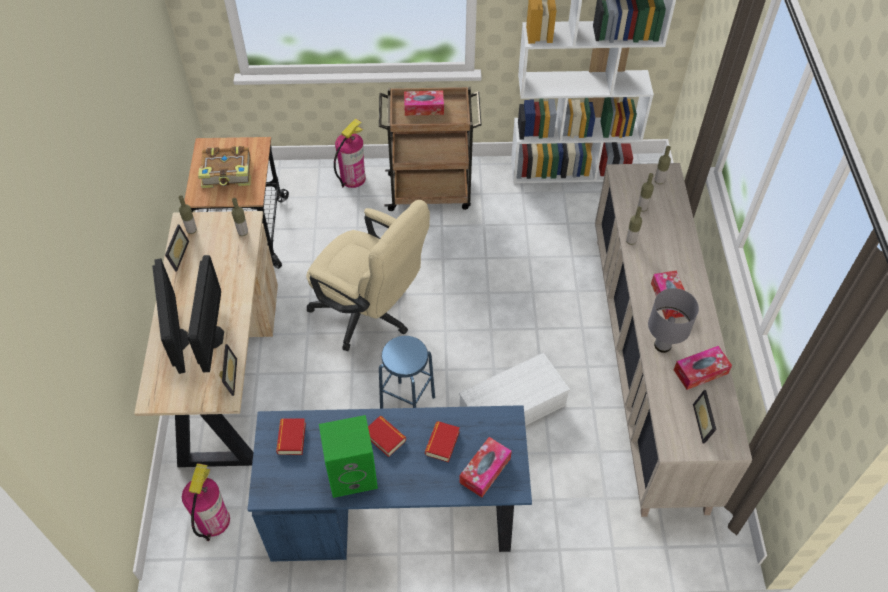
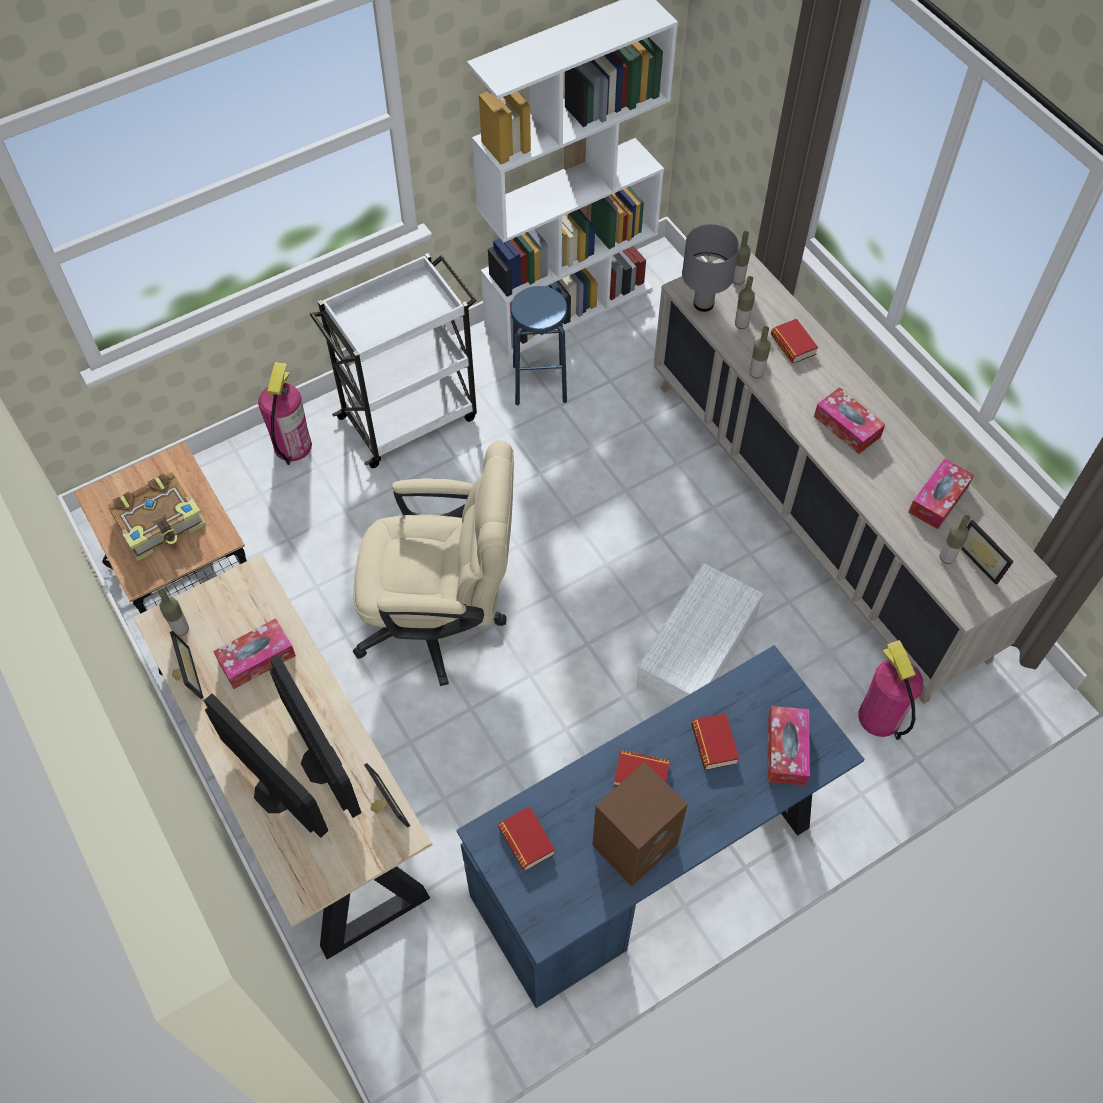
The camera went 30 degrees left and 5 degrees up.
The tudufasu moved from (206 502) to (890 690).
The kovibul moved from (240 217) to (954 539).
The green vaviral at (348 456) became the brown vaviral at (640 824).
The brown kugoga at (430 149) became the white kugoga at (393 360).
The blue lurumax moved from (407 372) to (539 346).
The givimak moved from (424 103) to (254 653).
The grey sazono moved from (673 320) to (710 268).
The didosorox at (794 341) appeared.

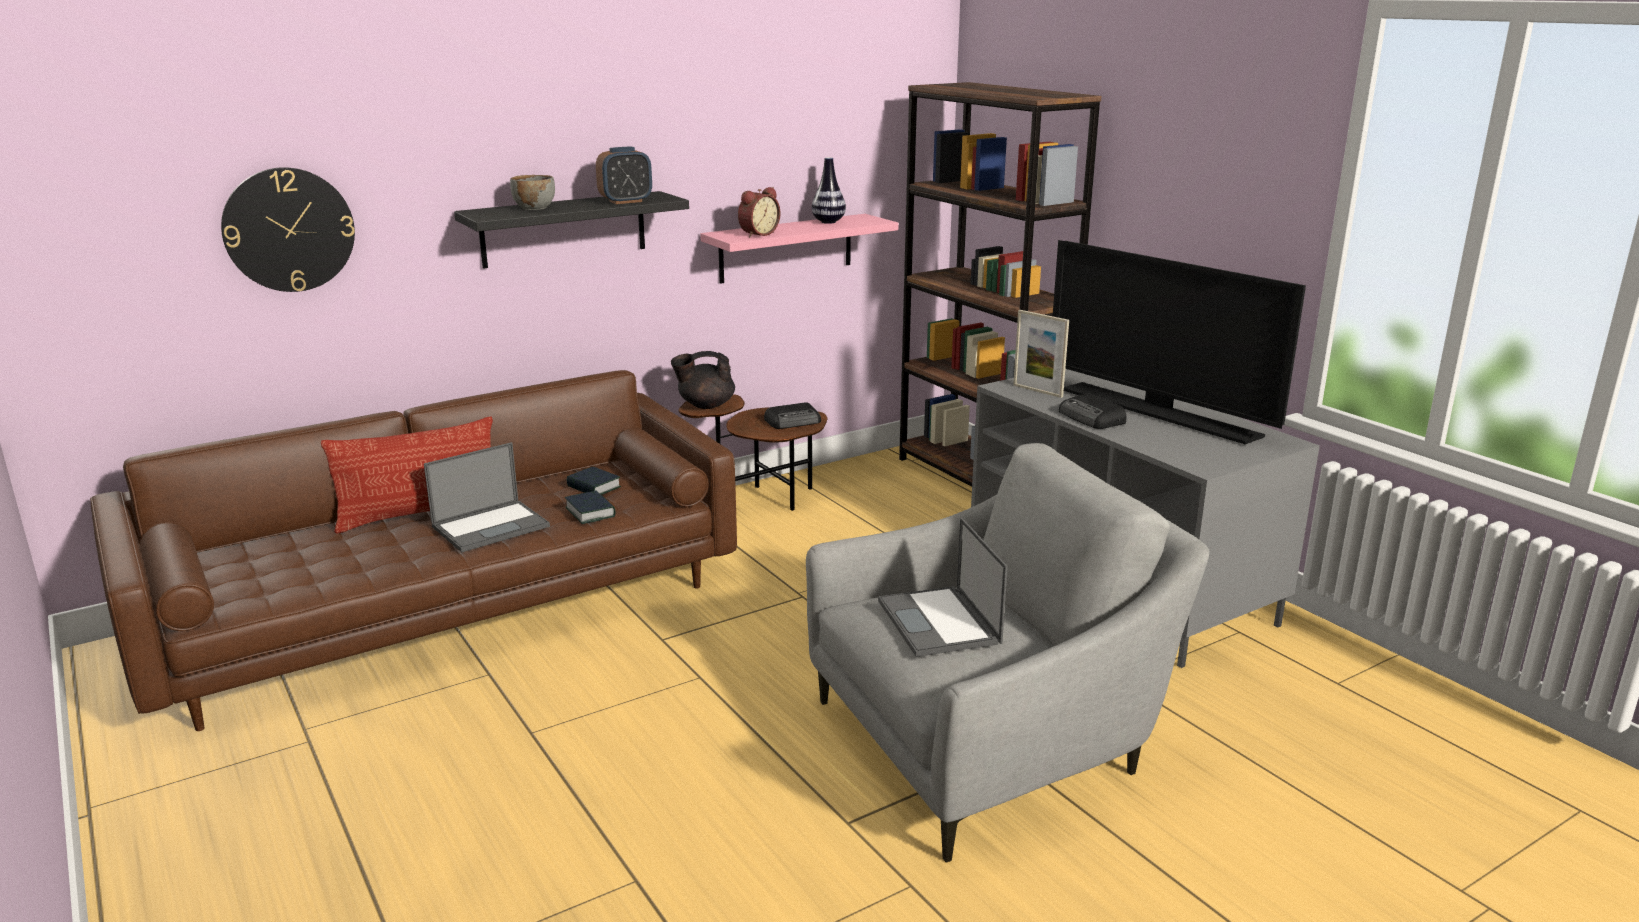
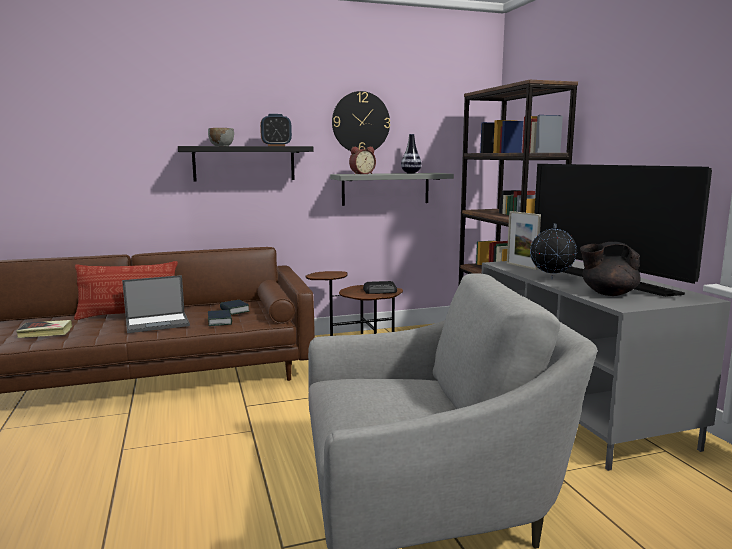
The camera went 15 degrees right and 10 degrees down.
The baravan moved from (288 229) to (361 121).
The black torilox moved from (703 380) to (610 269).
The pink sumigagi at (799 249) became the grey sumigagi at (392 189).
The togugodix at (943 587) disappeared.
The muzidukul at (1092 411) was replaced by the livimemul at (553 251).
The didosorox at (44 329) appeared.

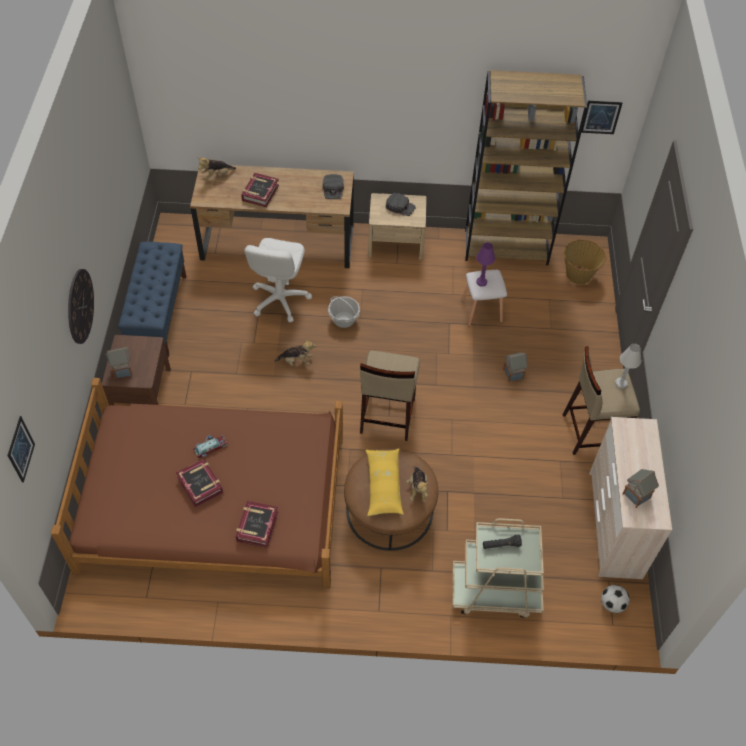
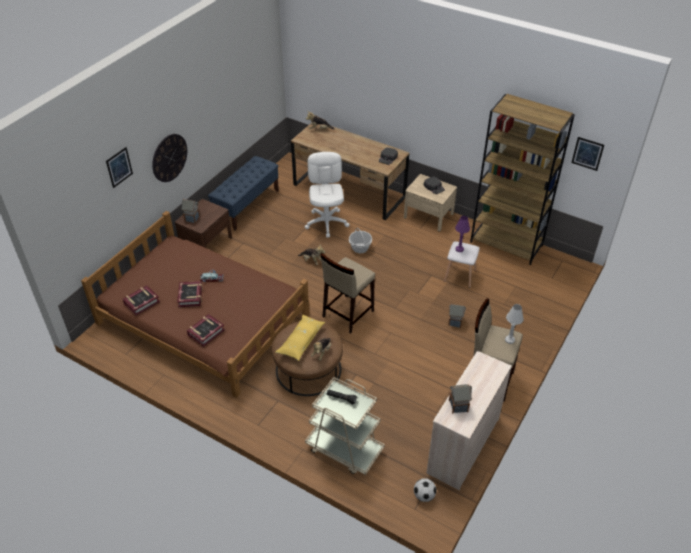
The camera went 30 degrees right and 10 degrees down.
The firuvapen moved from (21 449) to (119 167).
The didosorox moved from (260 190) to (141 300).
The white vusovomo at (278 280) turned 135 degrees clockwise.
The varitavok at (585 261) disappeared.

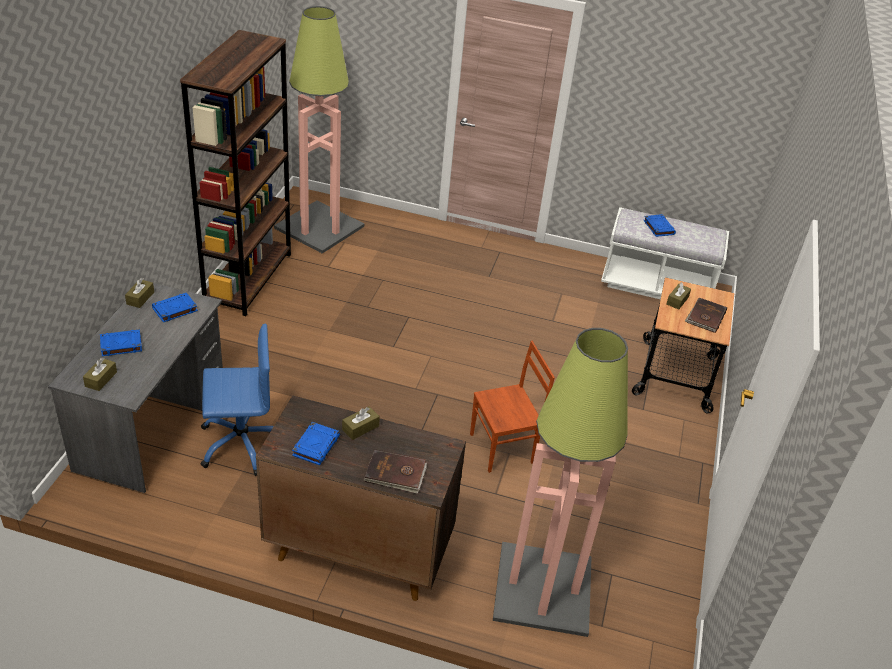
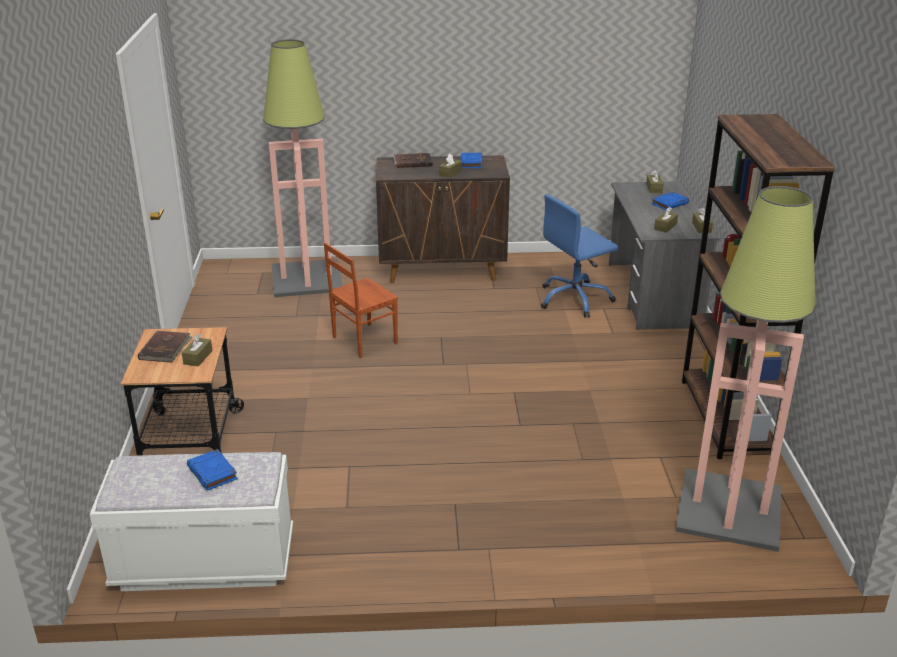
The camera went 165 degrees right and 10 degrees down.
The blue didosorox at (175 307) was replaced by the brown givimak at (666 220).

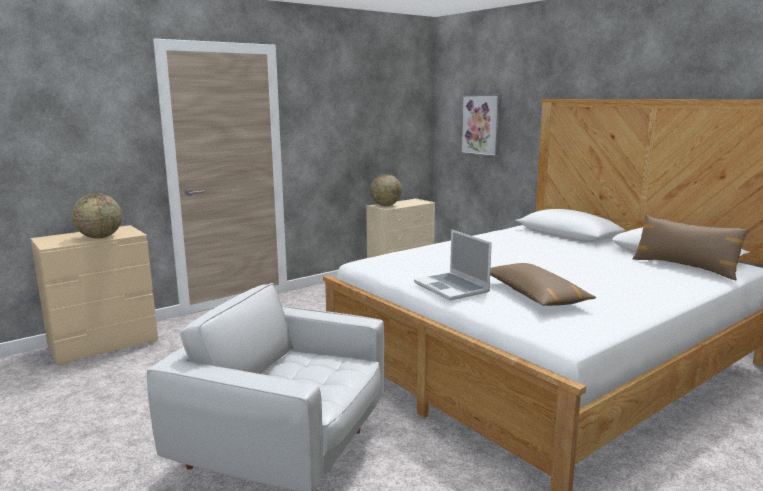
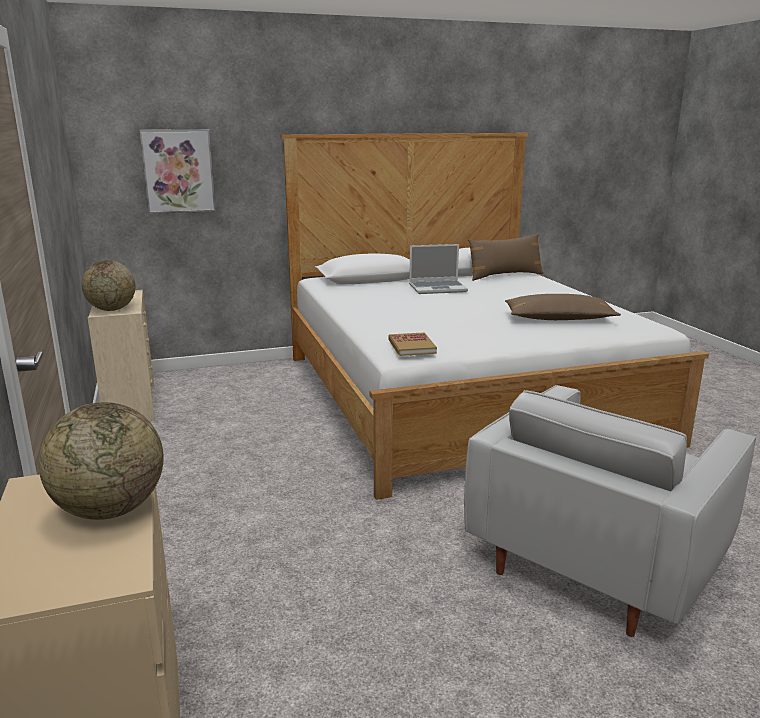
The camera went 70 degrees left and 5 degrees up.
The togugodix moved from (453 265) to (438 269).
The didosorox at (413 344) appeared.

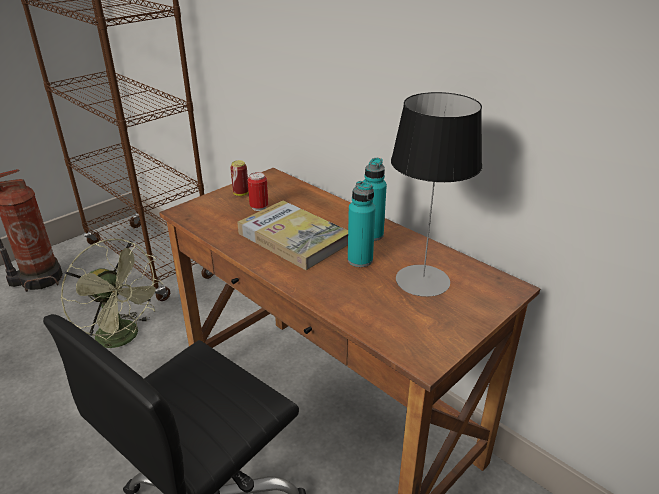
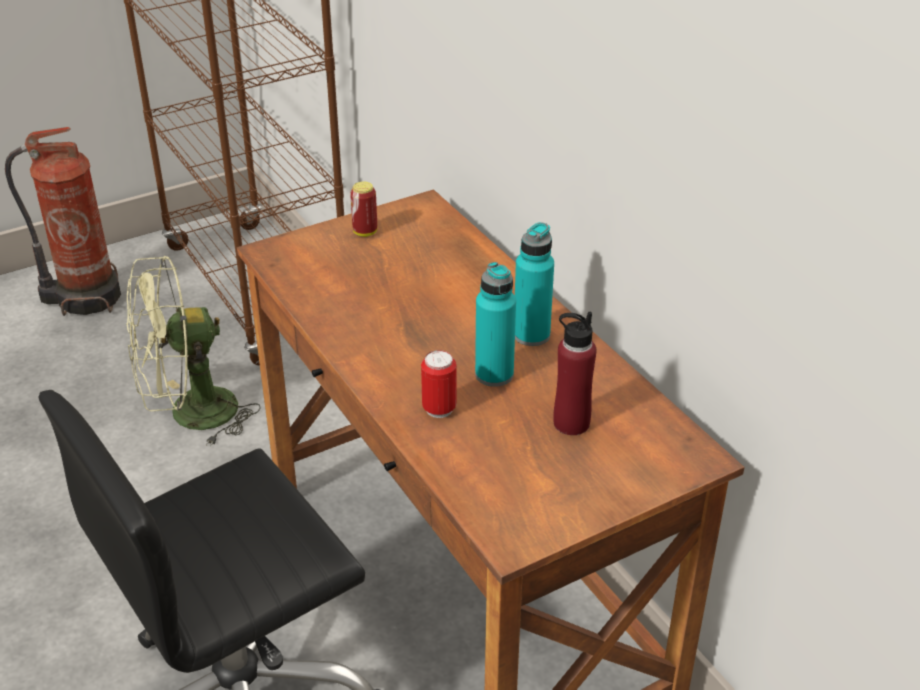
The camera went 15 degrees right and 5 degrees up.
The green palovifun at (112 293) turned 105 degrees clockwise.
The didosorox at (292 235) disappeared.
The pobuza moved from (258 191) to (438 384).
The sazono at (436 194) was replaced by the red kovibul at (575 373).

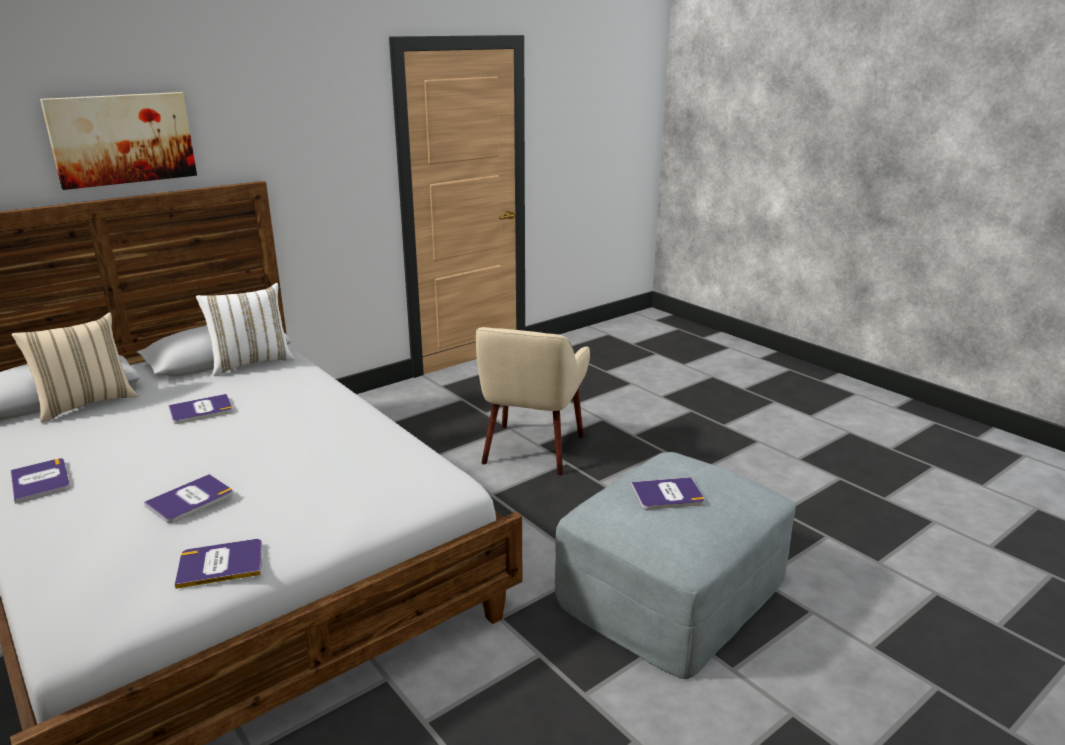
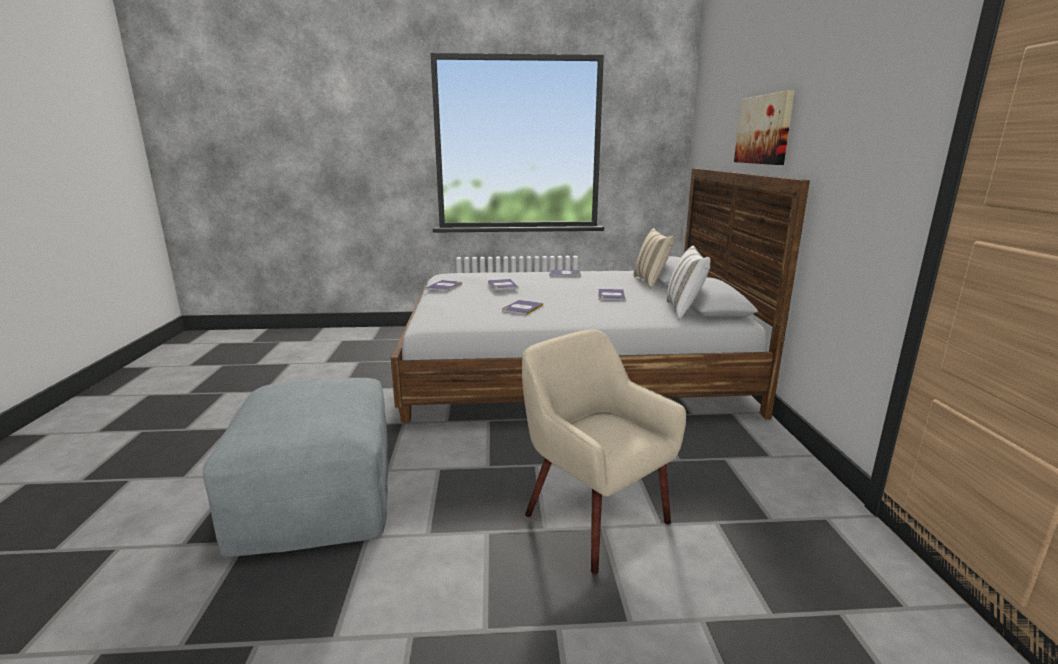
The camera went 125 degrees right and 5 degrees down.
The didosorox moved from (668 493) to (522 307).

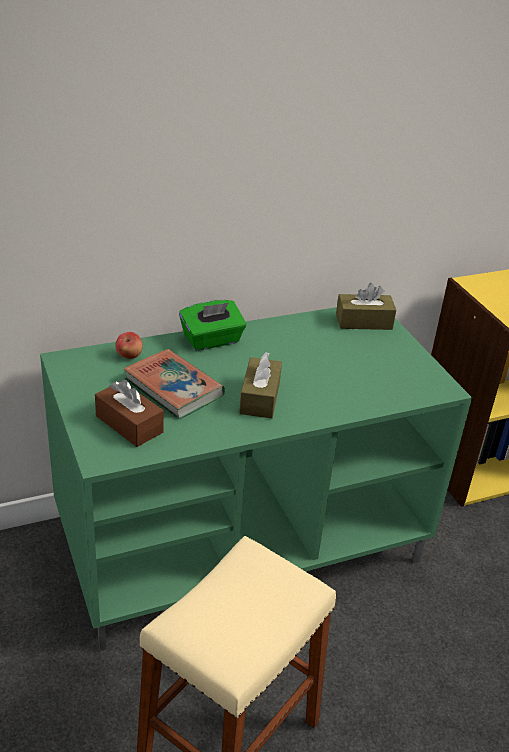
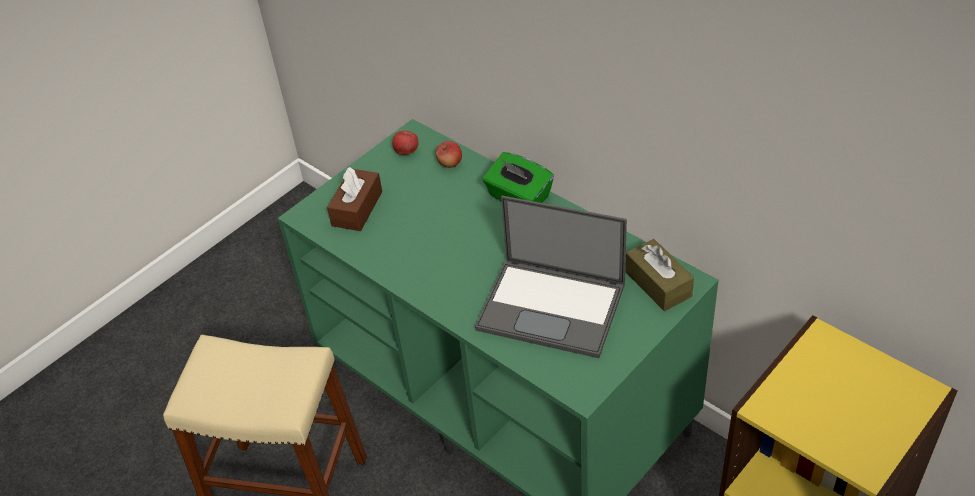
The camera went 70 degrees right and 10 degrees up.
The didosorox at (174 384) disappeared.
The brown givimak at (260 385) disappeared.
The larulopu at (405 142) appeared.
The togugodix at (551 277) appeared.

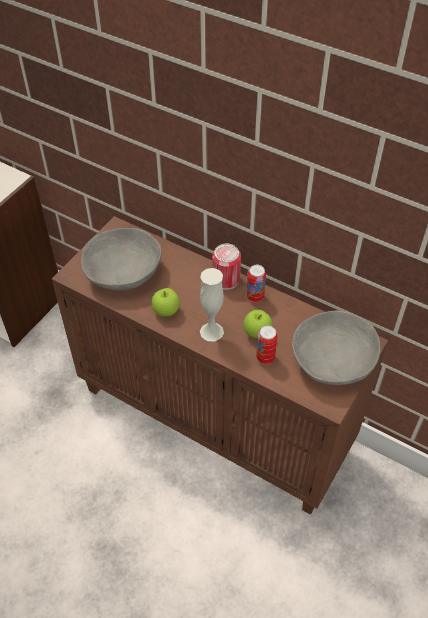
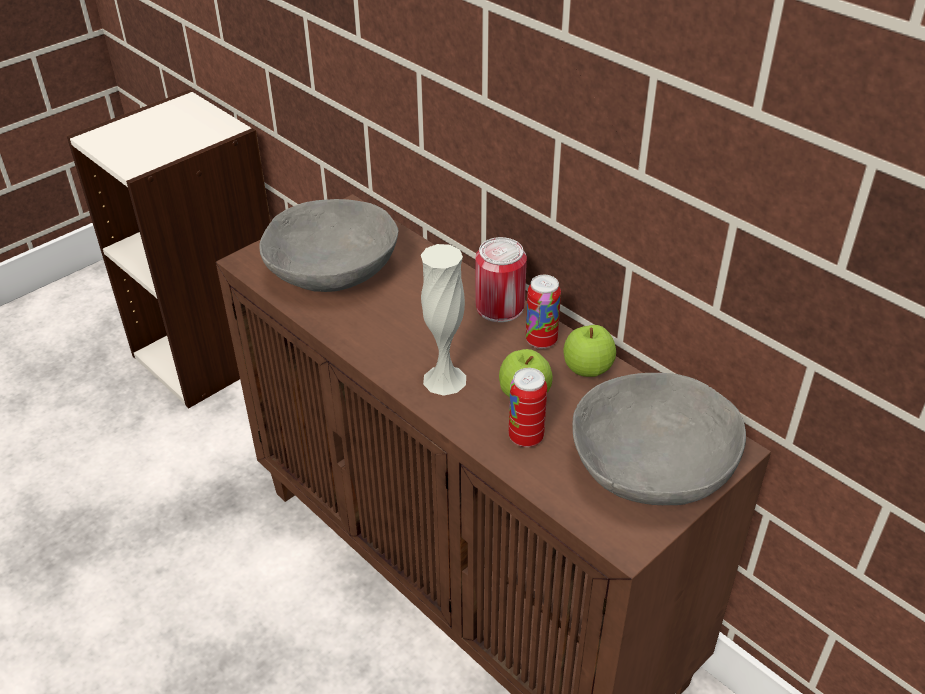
The camera went 15 degrees right and 10 degrees down.
The larulopu moved from (165 302) to (589 351).

